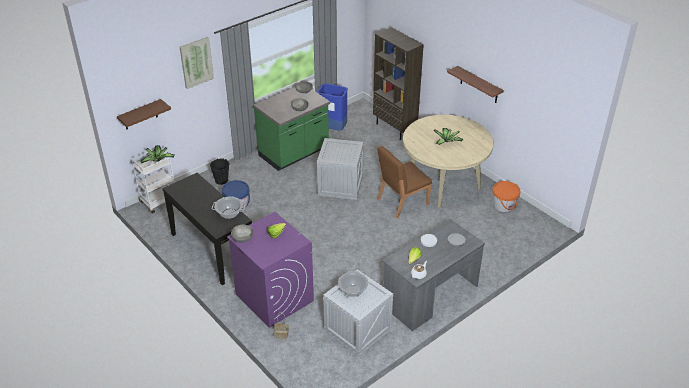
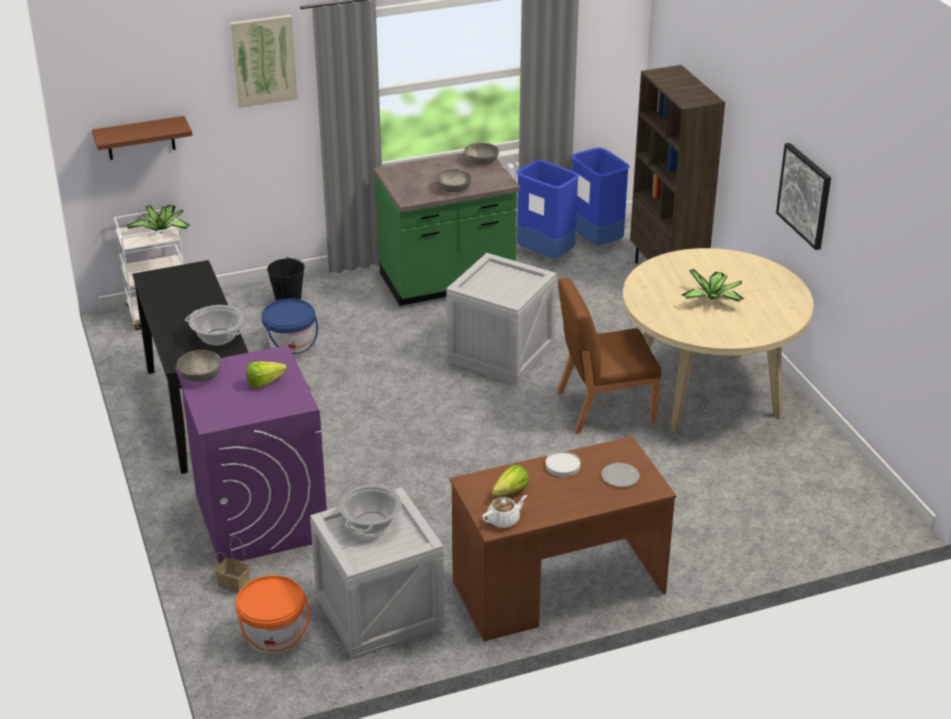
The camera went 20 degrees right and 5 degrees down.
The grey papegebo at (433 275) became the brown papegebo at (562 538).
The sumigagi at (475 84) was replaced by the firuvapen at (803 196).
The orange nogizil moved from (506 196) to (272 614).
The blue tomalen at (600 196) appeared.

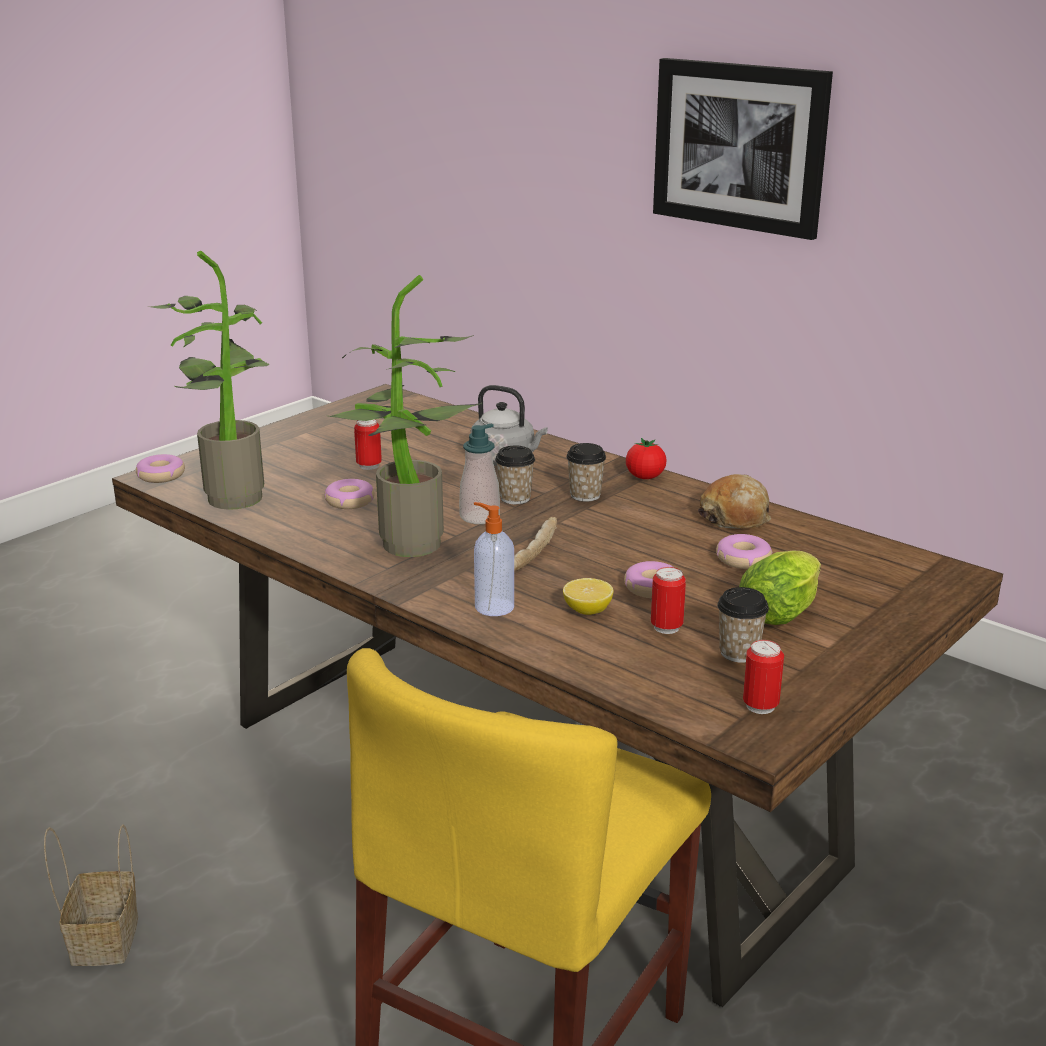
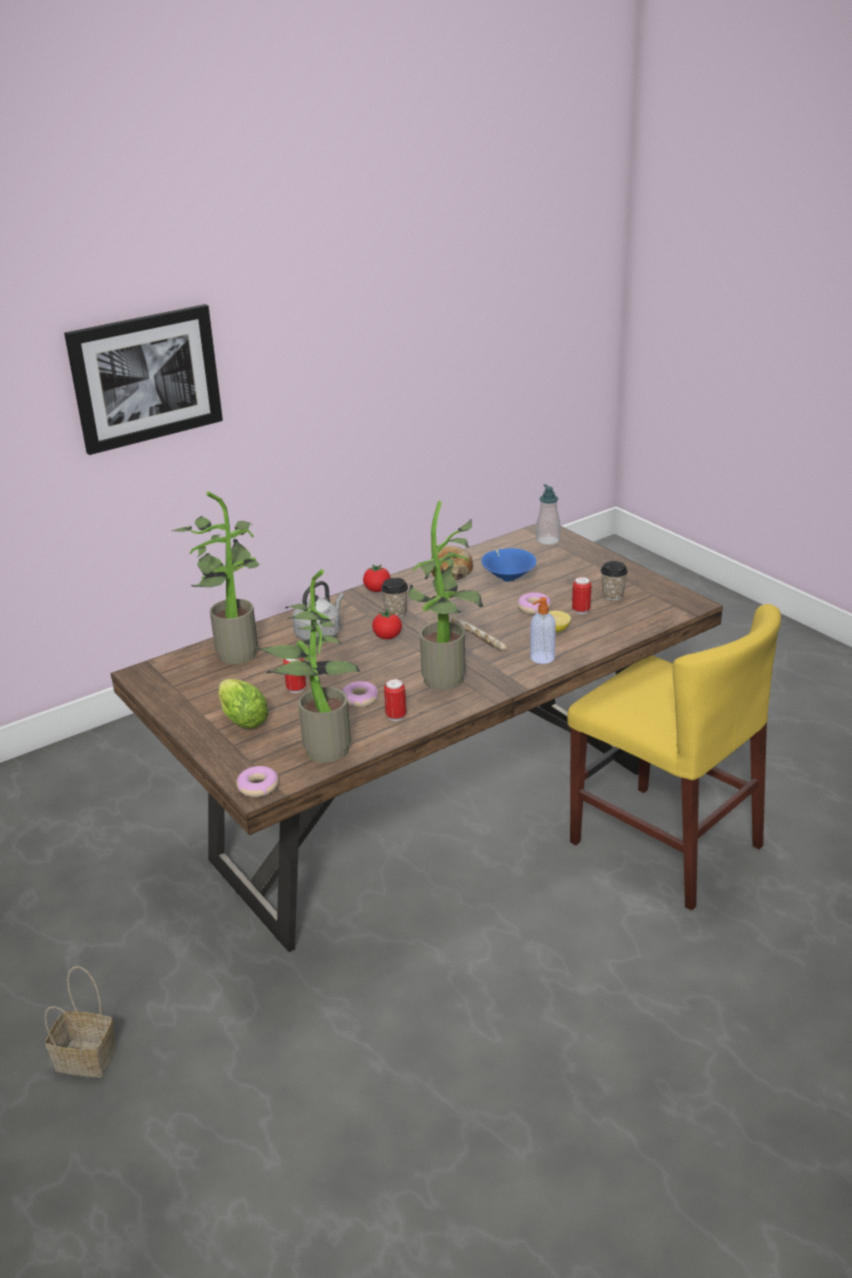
The camera went 75 degrees left and 5 degrees up.
The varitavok moved from (91 895) to (80 1021).
The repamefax moved from (479 474) to (548 514).
The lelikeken at (515 475) was replaced by the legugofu at (387 624).
The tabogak at (744 551) was replaced by the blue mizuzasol at (509 565).
The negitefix moved from (780 588) to (243 704).
The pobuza moved from (763 677) to (395 700).
The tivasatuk at (216 578) appeared.

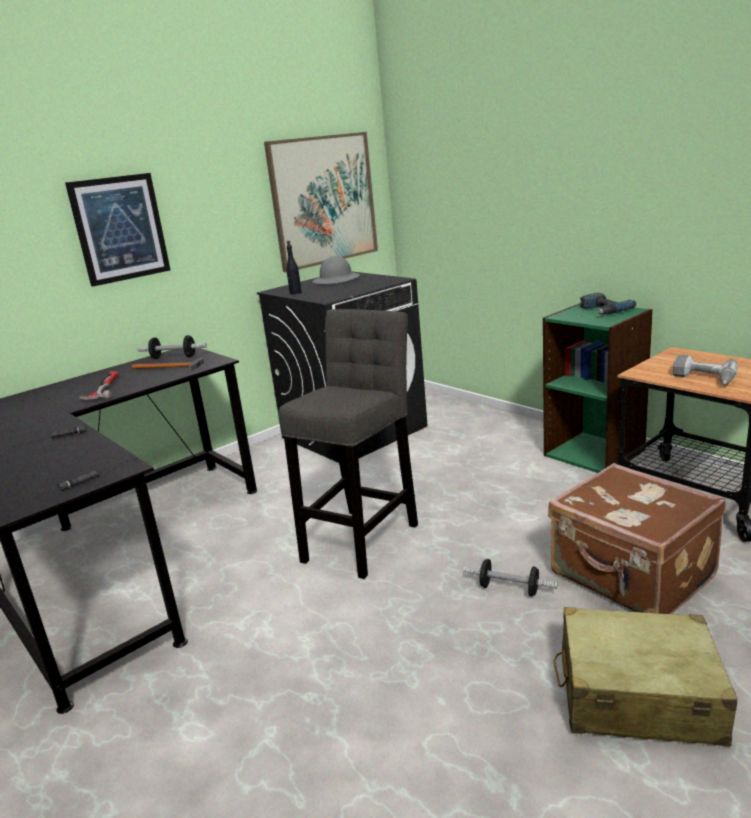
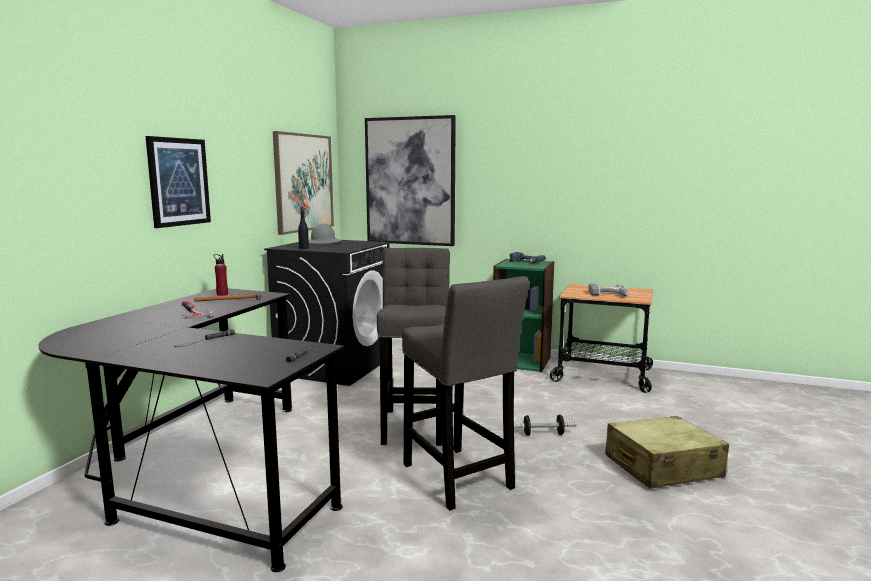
The camera went 30 degrees left and 10 degrees down.
The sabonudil at (172 347) was replaced by the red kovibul at (221 275).
The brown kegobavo at (637 538) disappeared.
The firuvapen at (410 180) appeared.
The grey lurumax at (466 393) appeared.

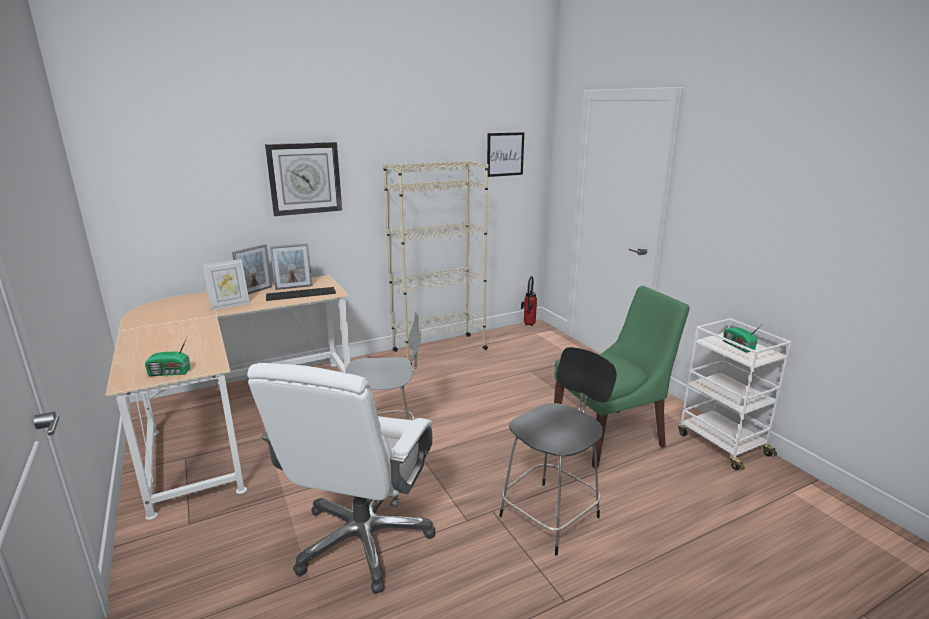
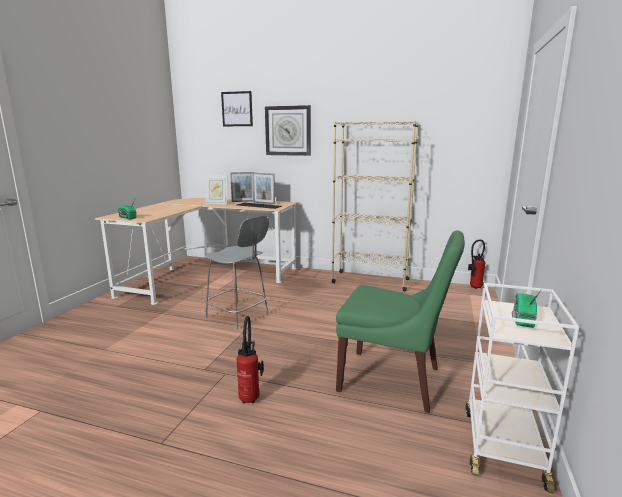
The camera went 45 degrees right and 5 degrees down.
The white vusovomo at (341 478) disappeared.
The firuvapen moved from (505 154) to (237 108).
The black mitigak at (558 451) was replaced by the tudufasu at (249 360).

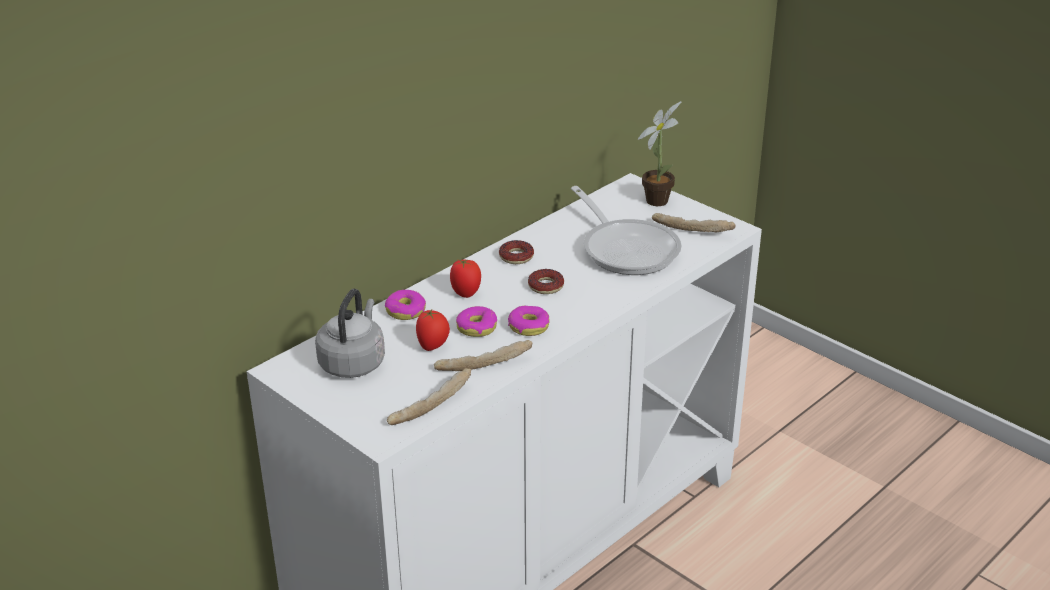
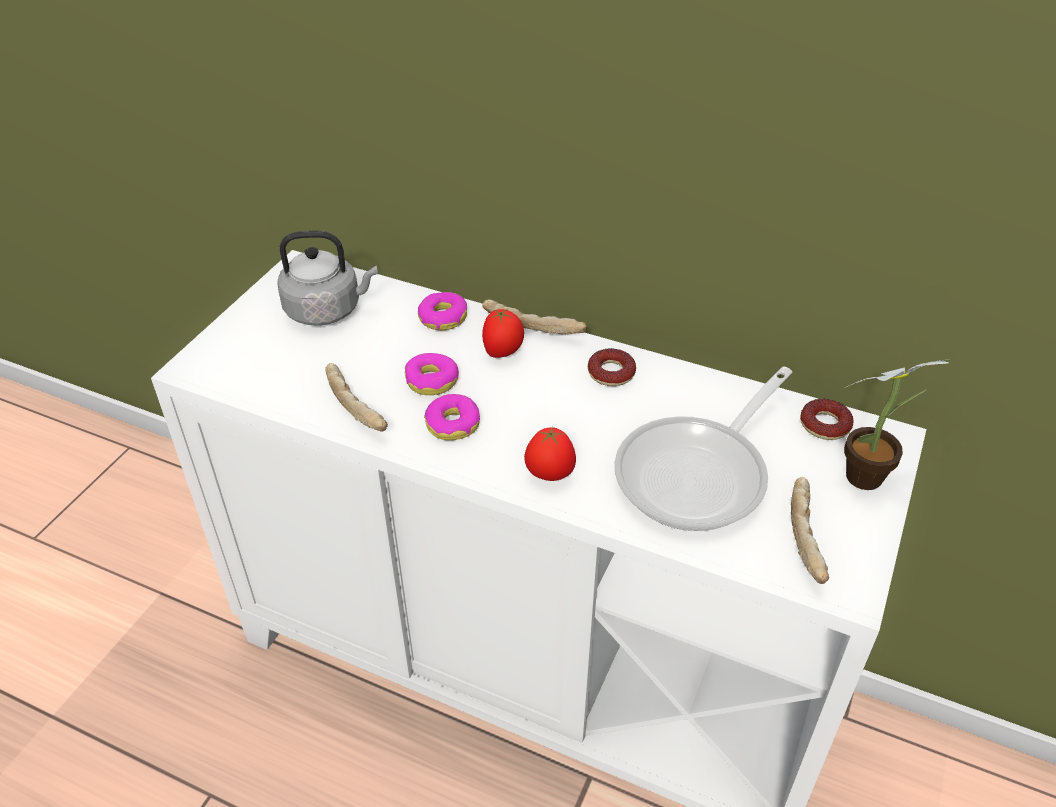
The camera went 70 degrees right and 10 degrees up.
The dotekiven moved from (428 396) to (534 317).
The legugofu moved from (433 330) to (550 453).
The tabogak moved from (546 281) to (826 419).

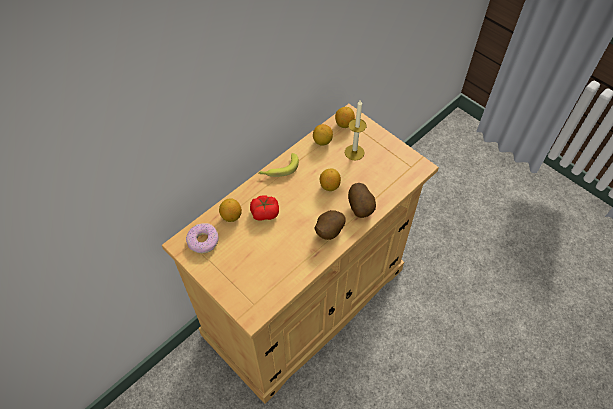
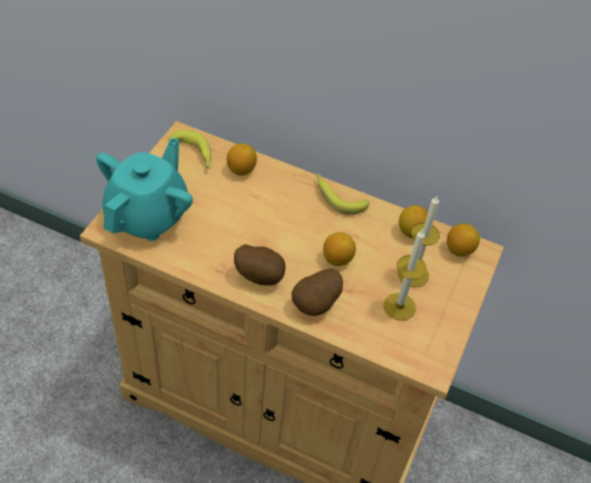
The camera went 65 degrees right and 5 degrees down.
The tabogak at (202 238) was replaced by the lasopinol at (190 149).
The legugofu at (264 208) disappeared.
The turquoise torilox at (144 189) appeared.
The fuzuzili at (405 275) appeared.

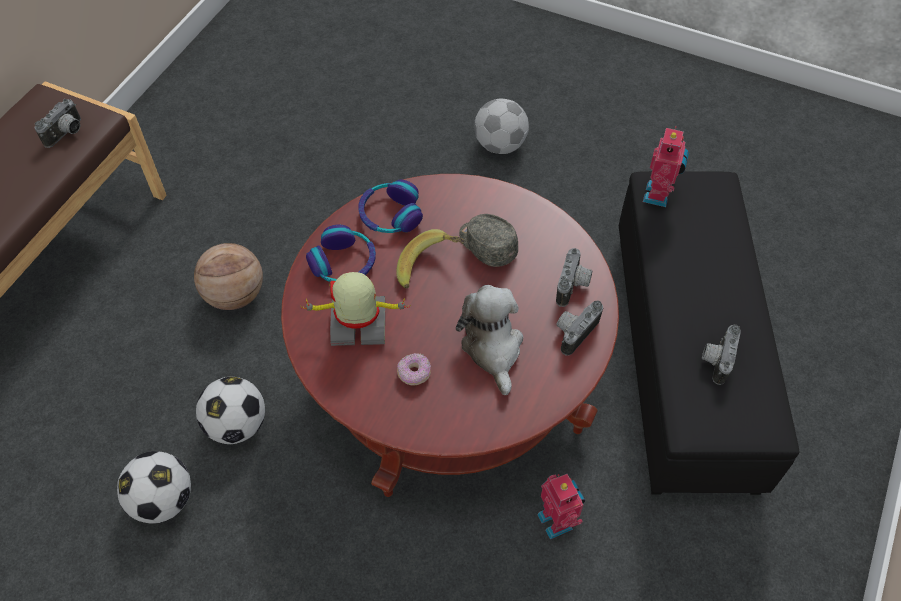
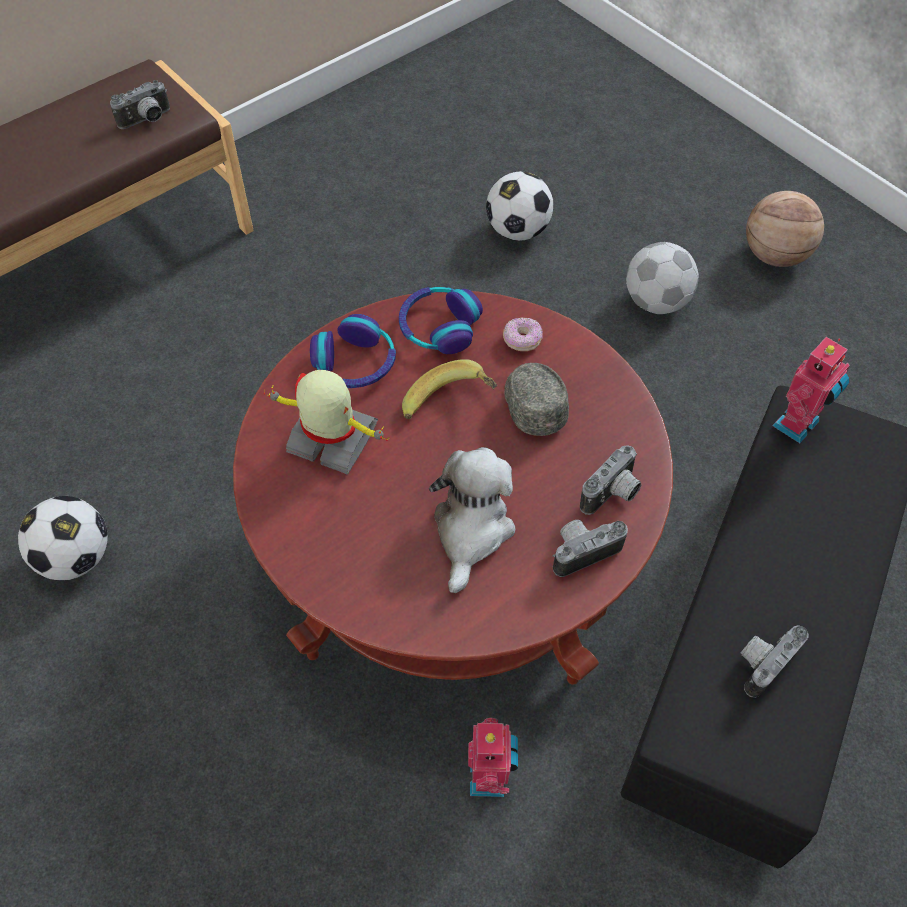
The camera went 25 degrees right and 0 degrees up.
The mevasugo moved from (228 276) to (785 229).
The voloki moved from (230 410) to (519 206).
The tabogak moved from (414 369) to (523 334).

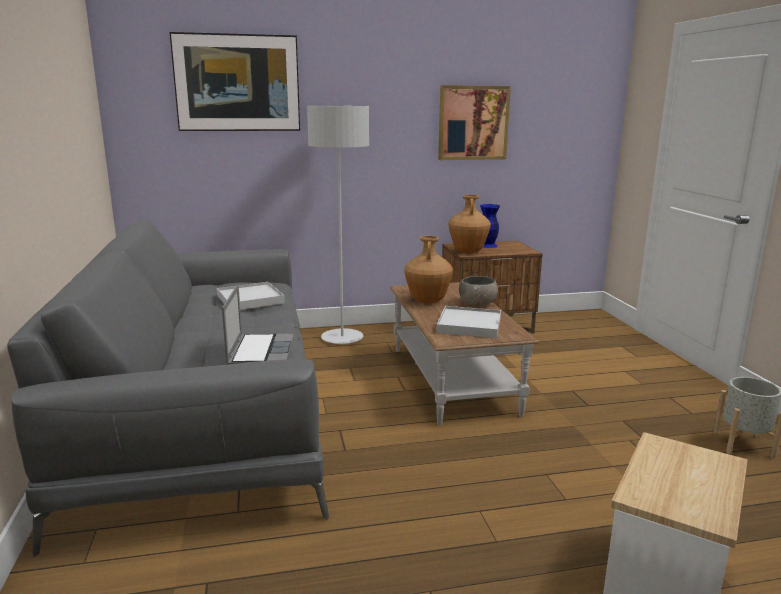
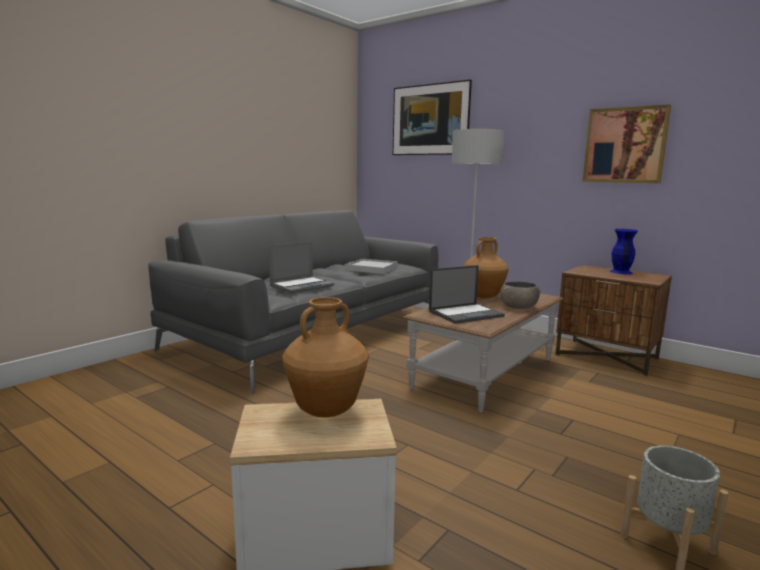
The camera went 50 degrees right and 5 degrees down.
The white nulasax at (468 322) was replaced by the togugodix at (467 294).
The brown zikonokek moved from (469 224) to (325 357).

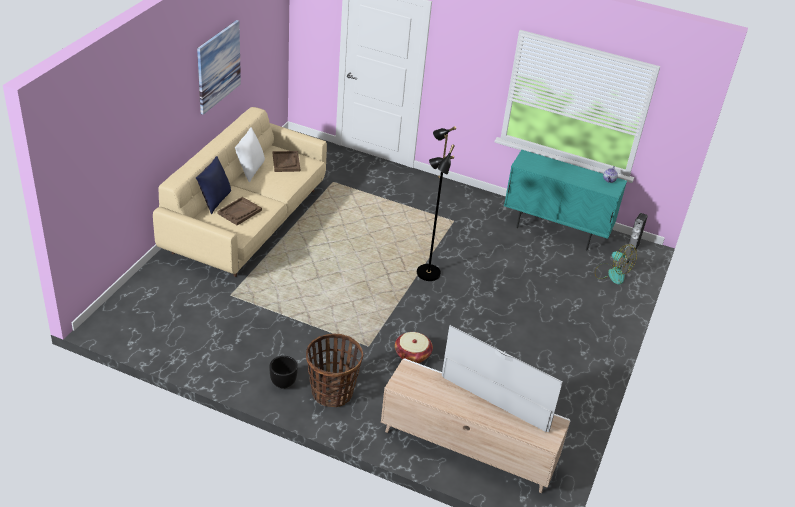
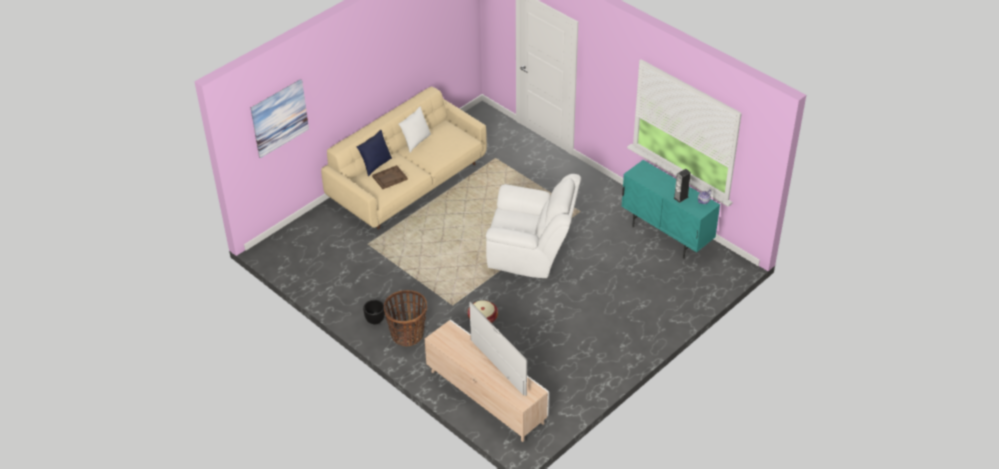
The camera went 25 degrees right and 5 degrees up.
The firuvapen moved from (219 67) to (280 118).
The brown nulasax at (286 161) disappeared.
The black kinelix at (436 203) was replaced by the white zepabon at (533 226).
The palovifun at (616 264) disappeared.
The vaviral moved from (638 232) to (682 186).

